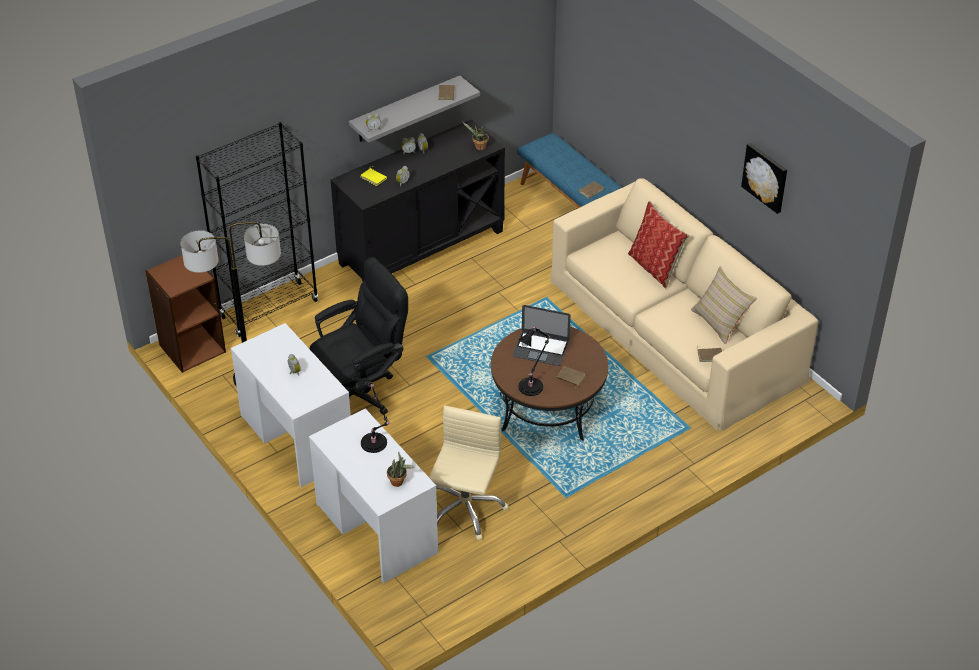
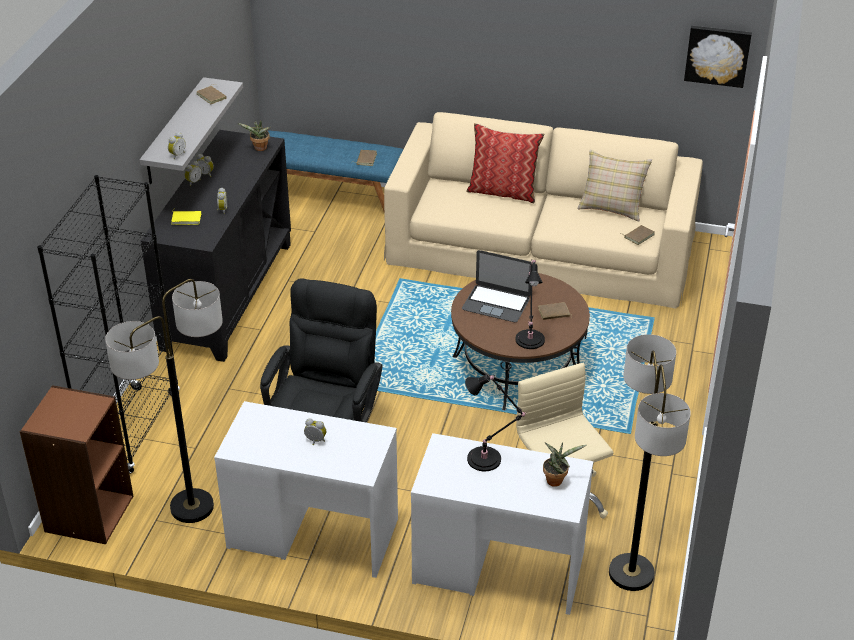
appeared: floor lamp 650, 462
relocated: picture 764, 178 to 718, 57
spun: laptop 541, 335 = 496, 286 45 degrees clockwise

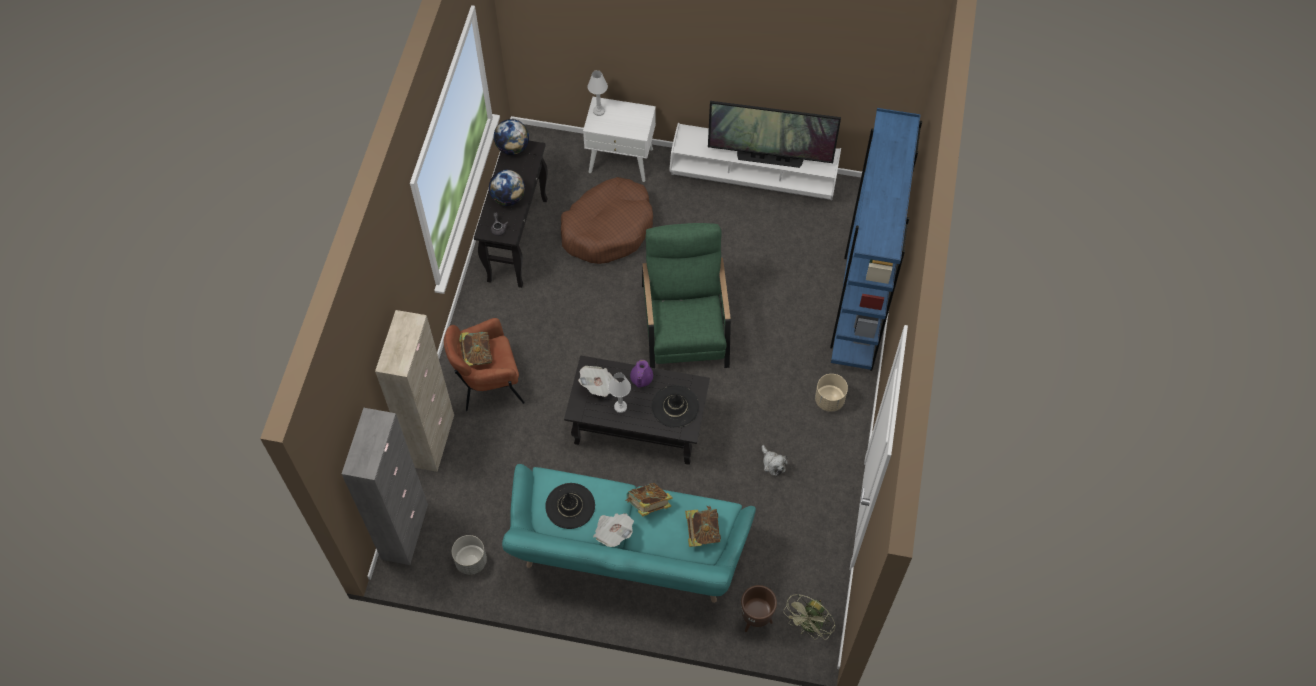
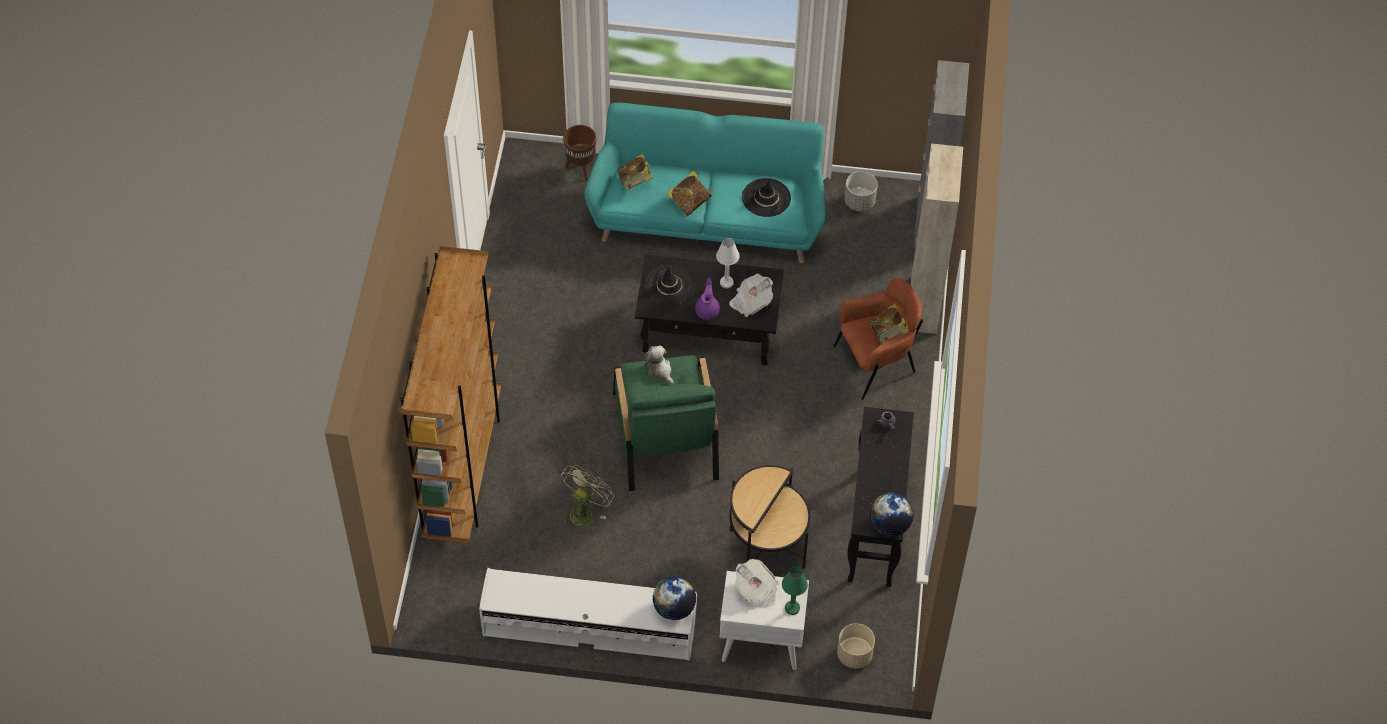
missing: television 774, 134
relocated: globe 507, 188 to 674, 598; beige planter 831, 393 to 856, 645; plush toy 775, 460 to 659, 365; newspaper 613, 530 to 757, 582; green fan 809, 617 to 587, 496
exchanged: brown dog bed 607, 220 to side table 769, 517
colour: white table lamp 598, 93 to green table lamp 795, 591; blue bookcase 876, 239 to brown bookcase 451, 394

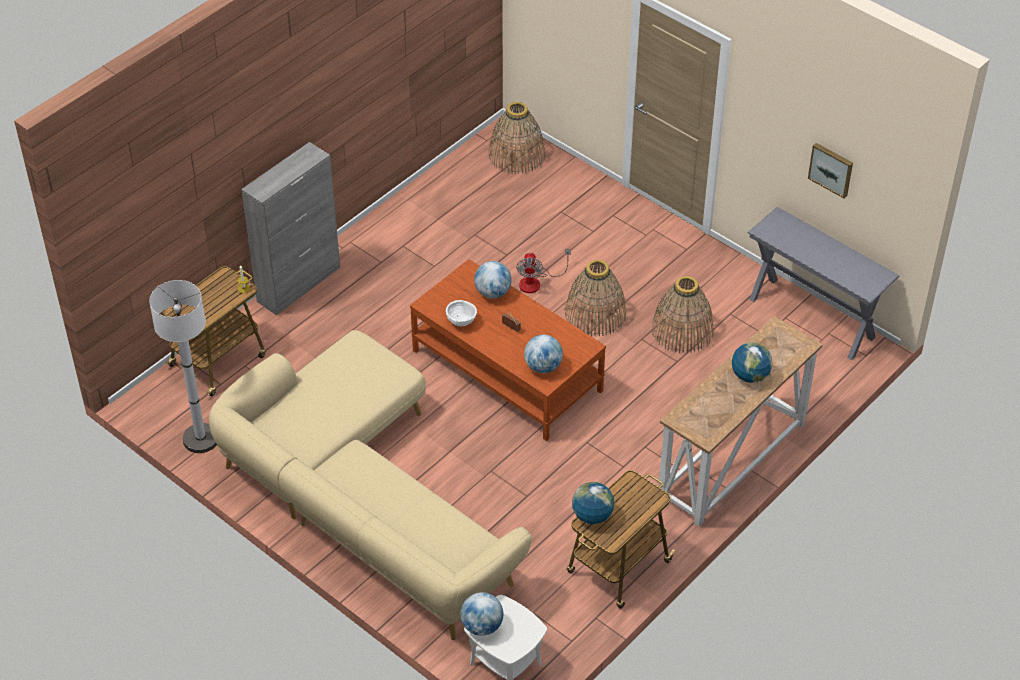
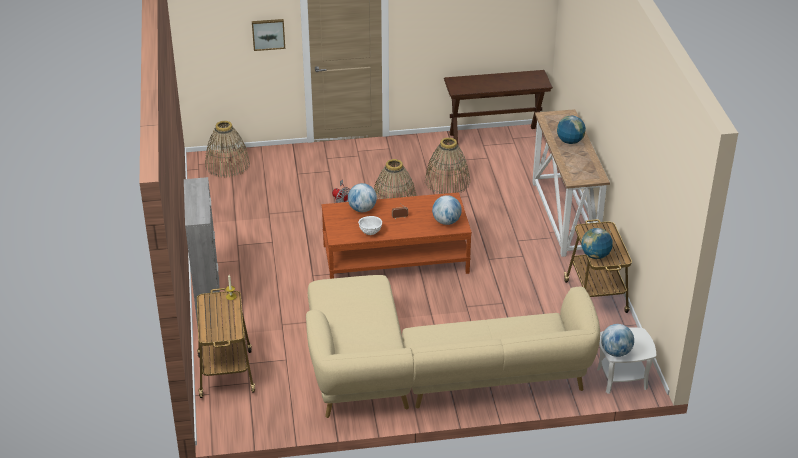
missing: white floor lamp 183, 366
relocated: picture 830, 170 to 268, 35
colour: grey console table 823, 284 to brown console table 498, 107

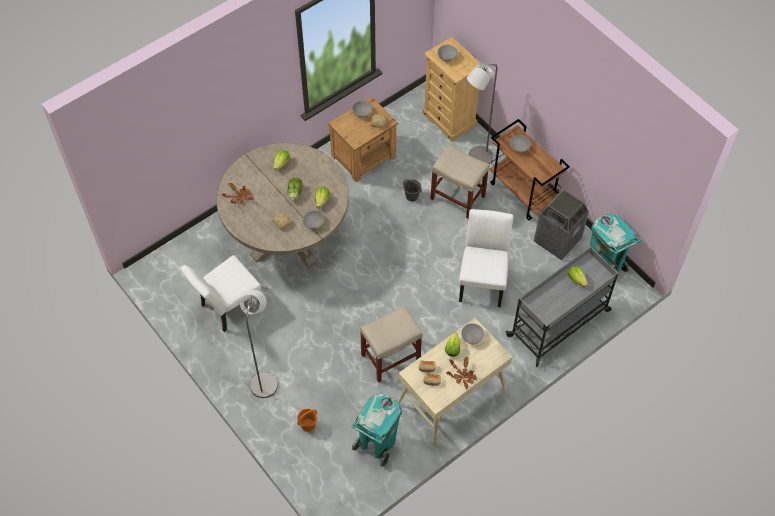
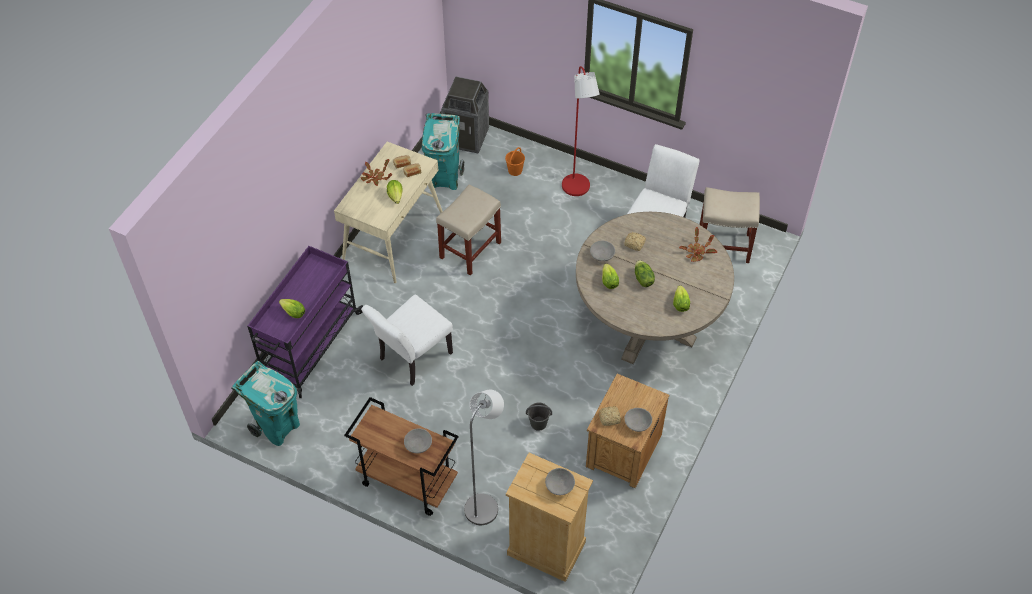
missing: grey bowl 472, 333
relocated: beige stool 460, 182 to 729, 225; trash can 561, 224 to 465, 114
colour: grey cart 562, 306 to purple cart 305, 322; grey floor lamp 259, 344 to red floor lamp 580, 131
spun: white chair 486, 258 = 407, 340 60 degrees clockwise

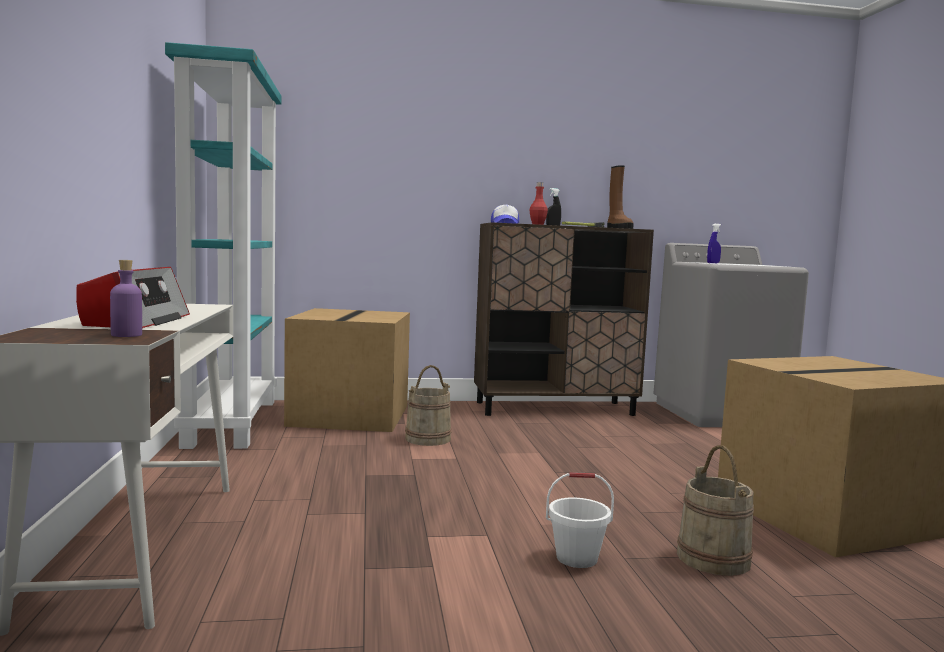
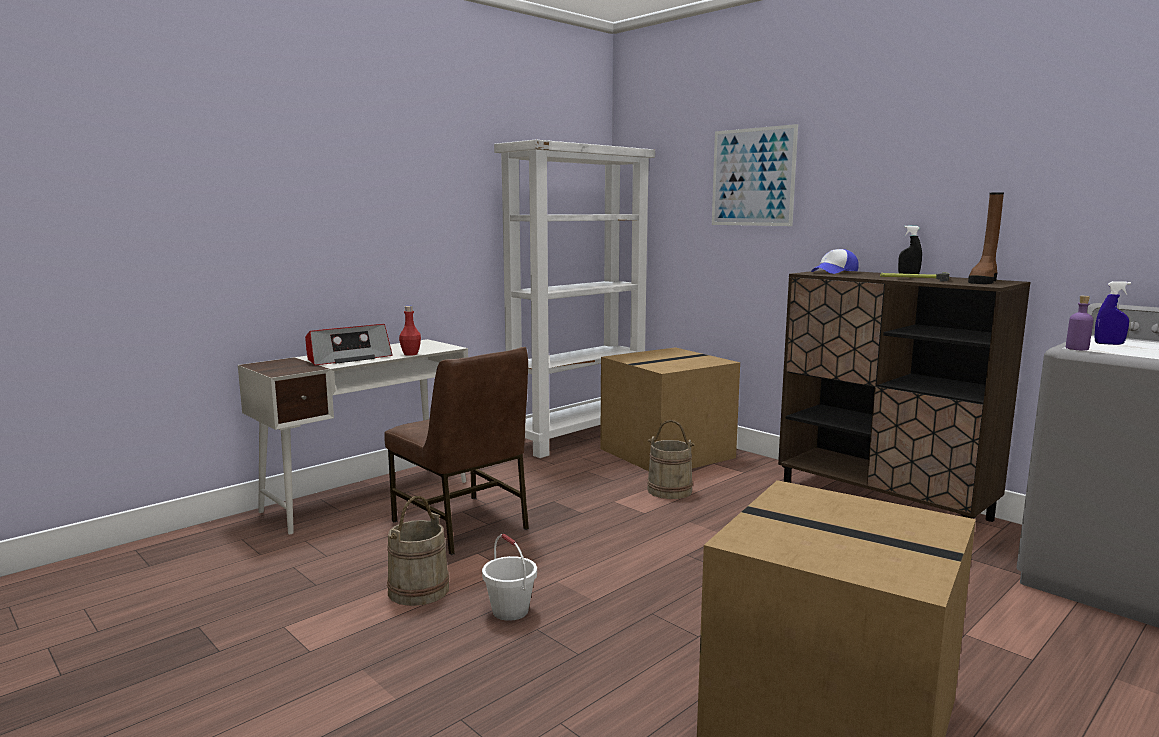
appeared: picture 755, 175; brown chair 456, 451
relocated: red bottle 539, 203 to 410, 331; purple bottle 126, 298 to 1079, 323; beige bucket 715, 510 to 418, 551
colour: turquoise bookcase 223, 245 to white bookcase 574, 299

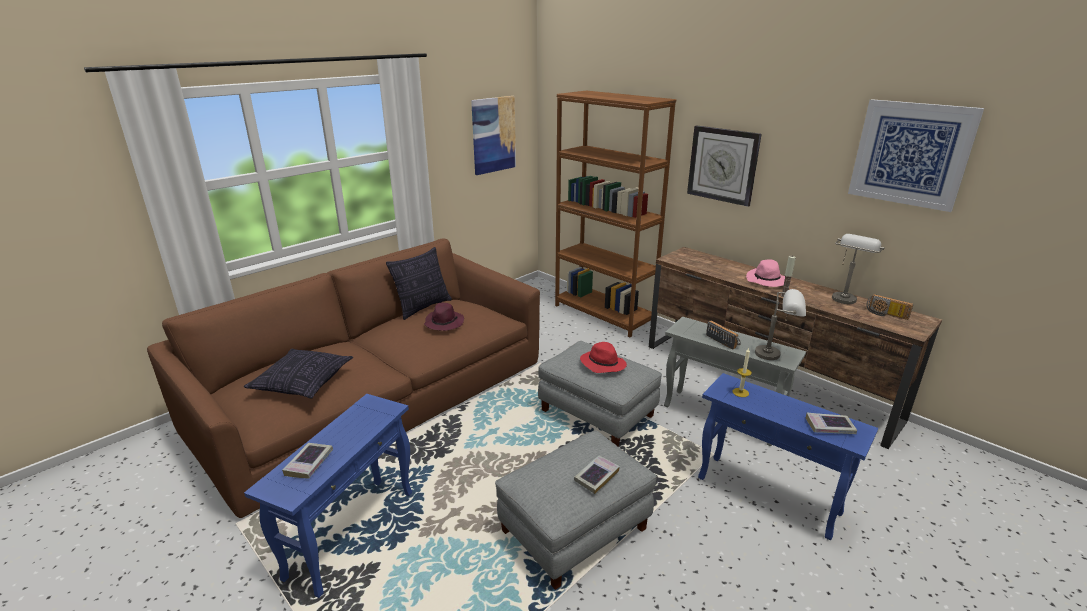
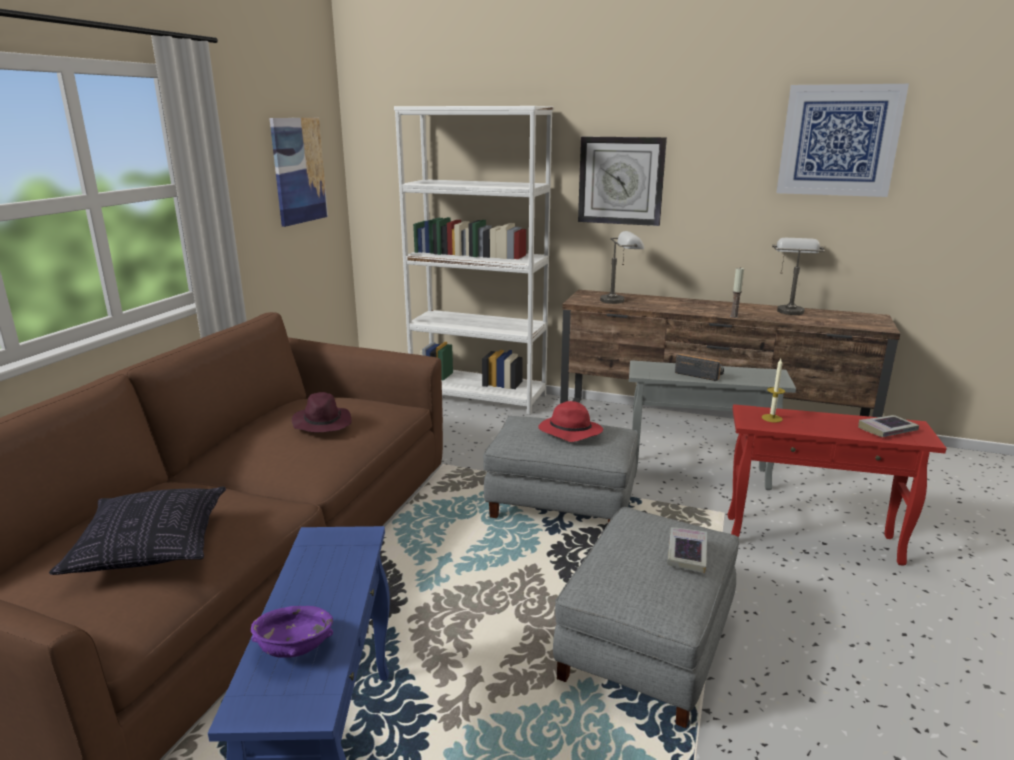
missing: pillow 419, 283; pink hat 765, 273; radio 889, 307
relocated: grey table lamp 780, 324 to 622, 267
exchanged: book 307, 461 to purple bowl 292, 632
colour: brown bookcase 616, 214 to white bookcase 473, 260; blue side table 788, 456 to red side table 837, 485

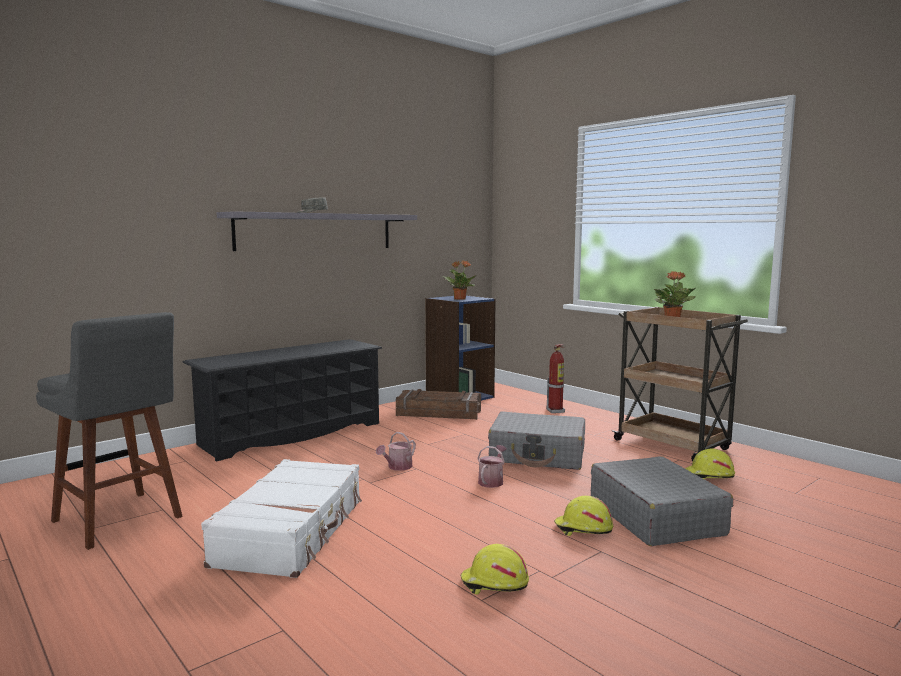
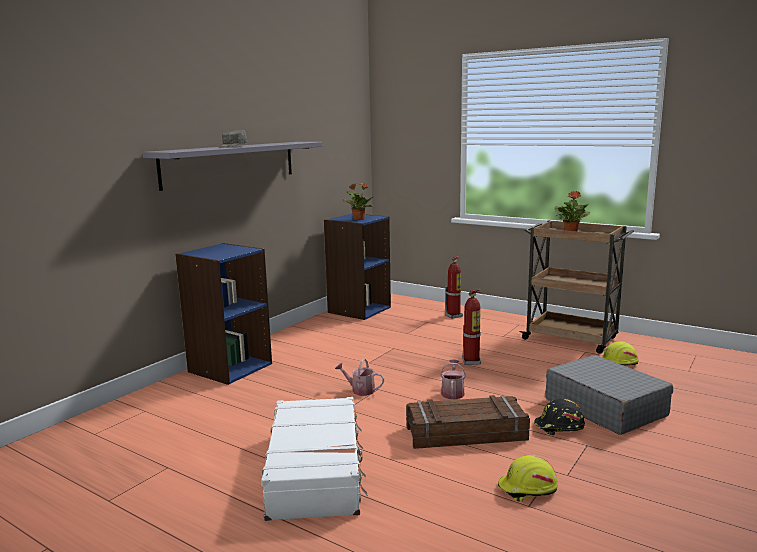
missing: grey stool 109, 431
relocated: crate 438, 404 to 468, 422
exchanged: black shoe rack 282, 400 to blue bookcase 223, 314; grey suitcase 536, 440 to fire extinguisher 472, 327
colour: yellow hard hat 583, 516 to black hard hat 559, 417
spun: watering can 396, 451 = 359, 377 90 degrees clockwise

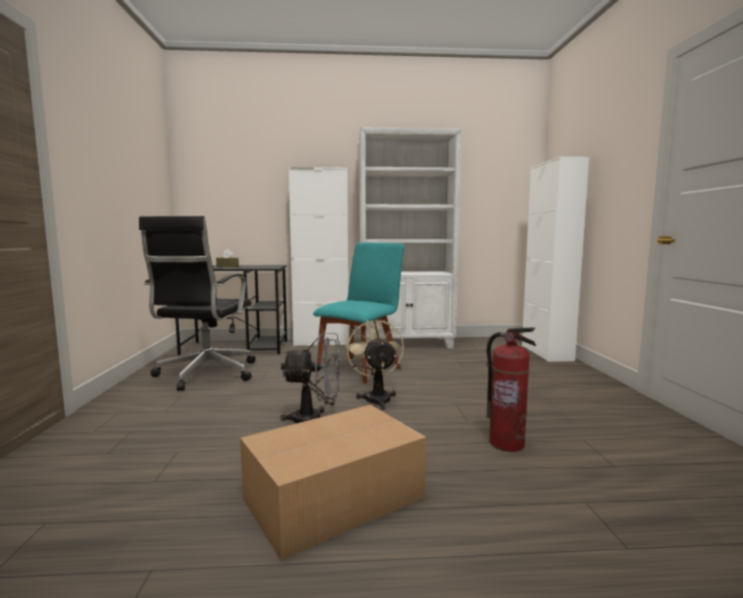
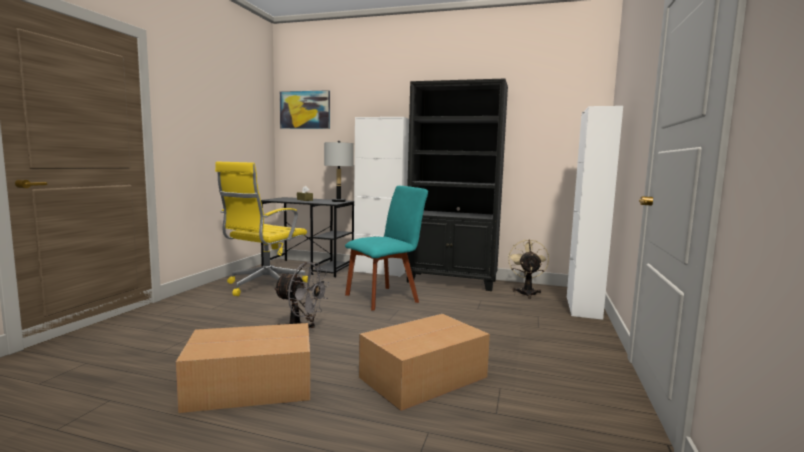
appeared: picture 305, 109; grey table lamp 339, 171
relocated: beige fan 374, 365 to 528, 269
exchanged: fire extinguisher 511, 389 to cardboard box 424, 362
colour: white bookcase 410, 238 to black bookcase 456, 184; black office chair 197, 303 to yellow office chair 261, 228

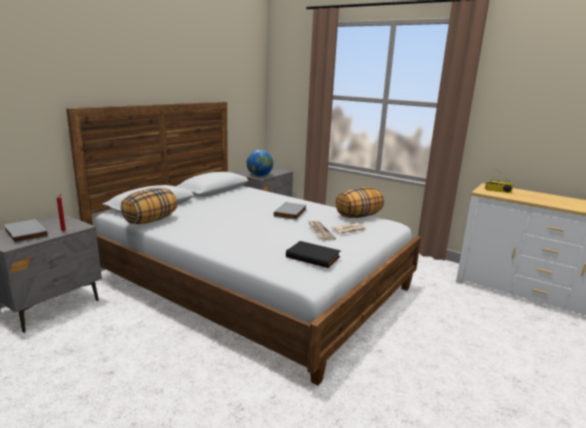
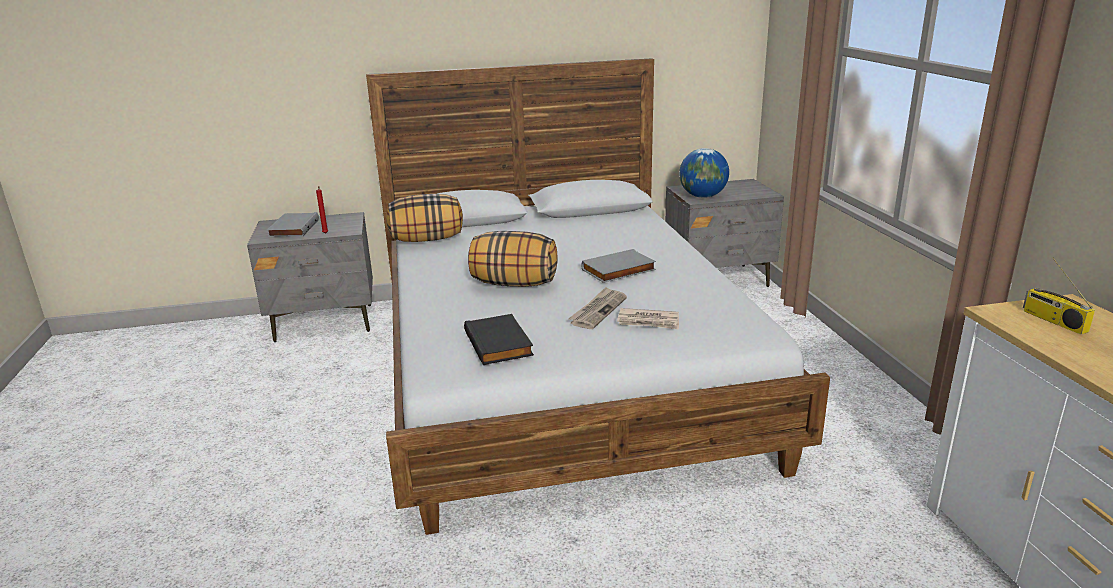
relocated: pillow 360, 202 to 513, 259

